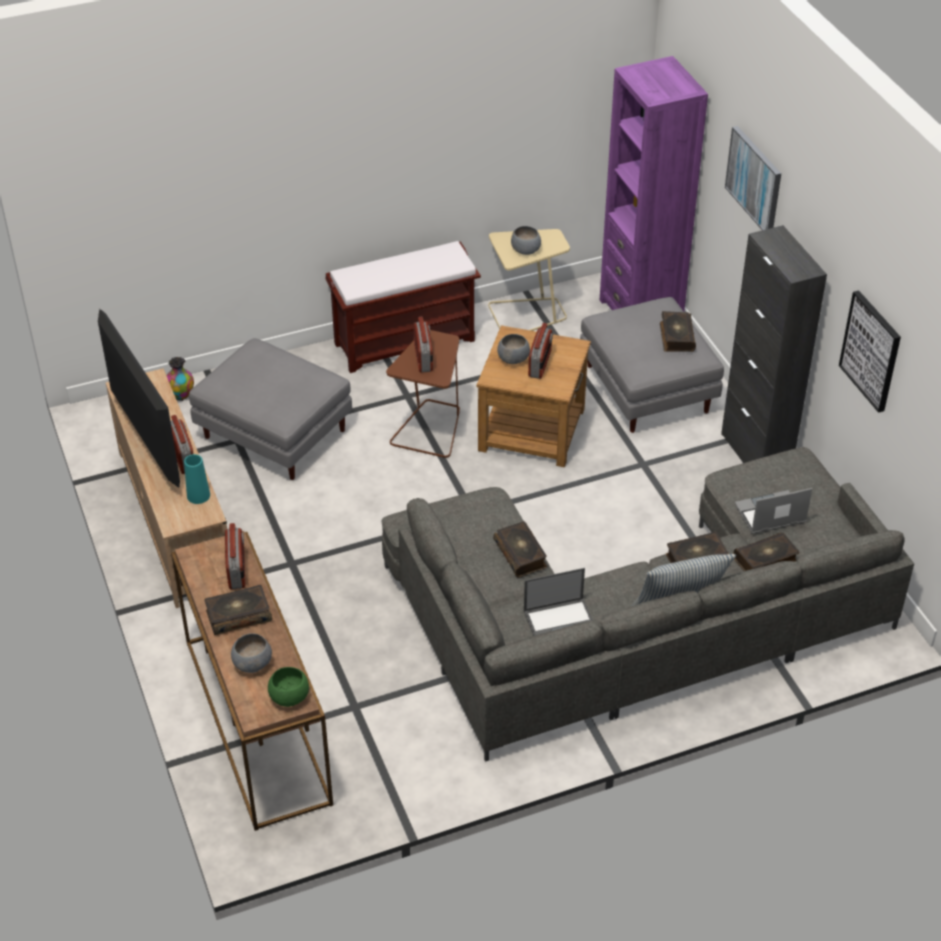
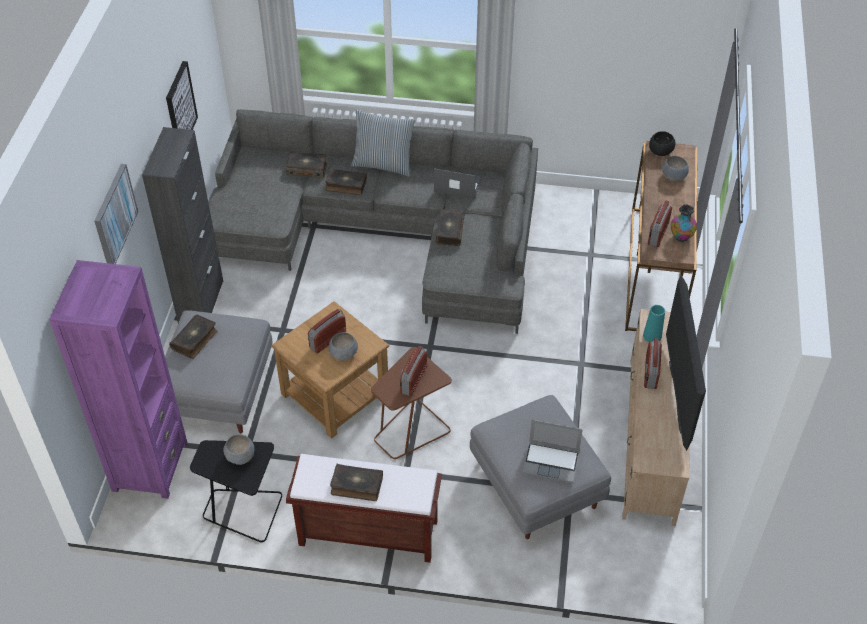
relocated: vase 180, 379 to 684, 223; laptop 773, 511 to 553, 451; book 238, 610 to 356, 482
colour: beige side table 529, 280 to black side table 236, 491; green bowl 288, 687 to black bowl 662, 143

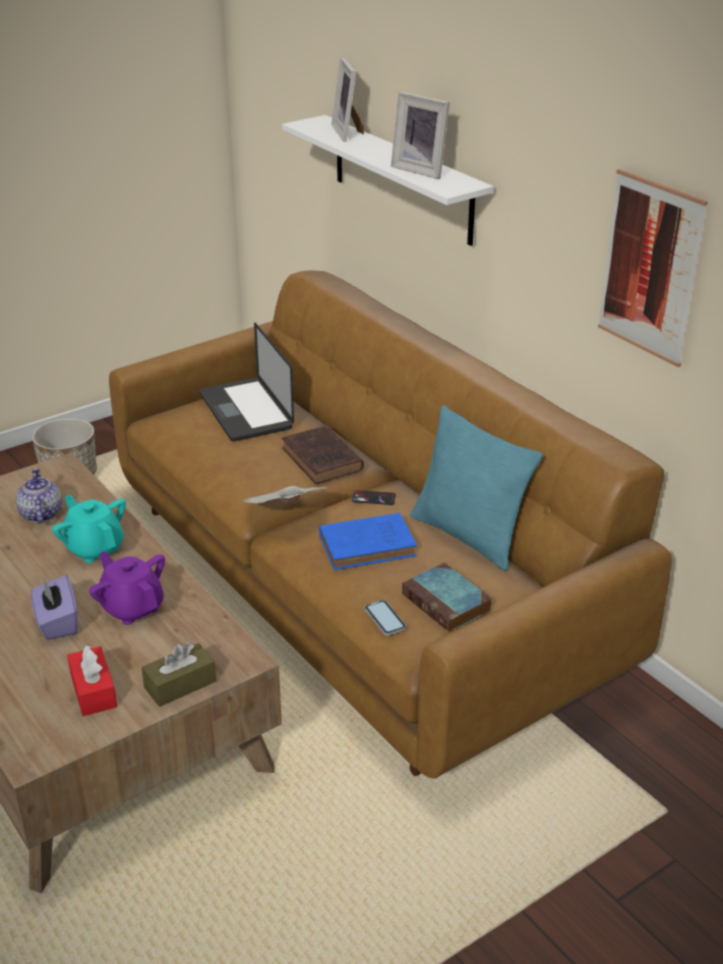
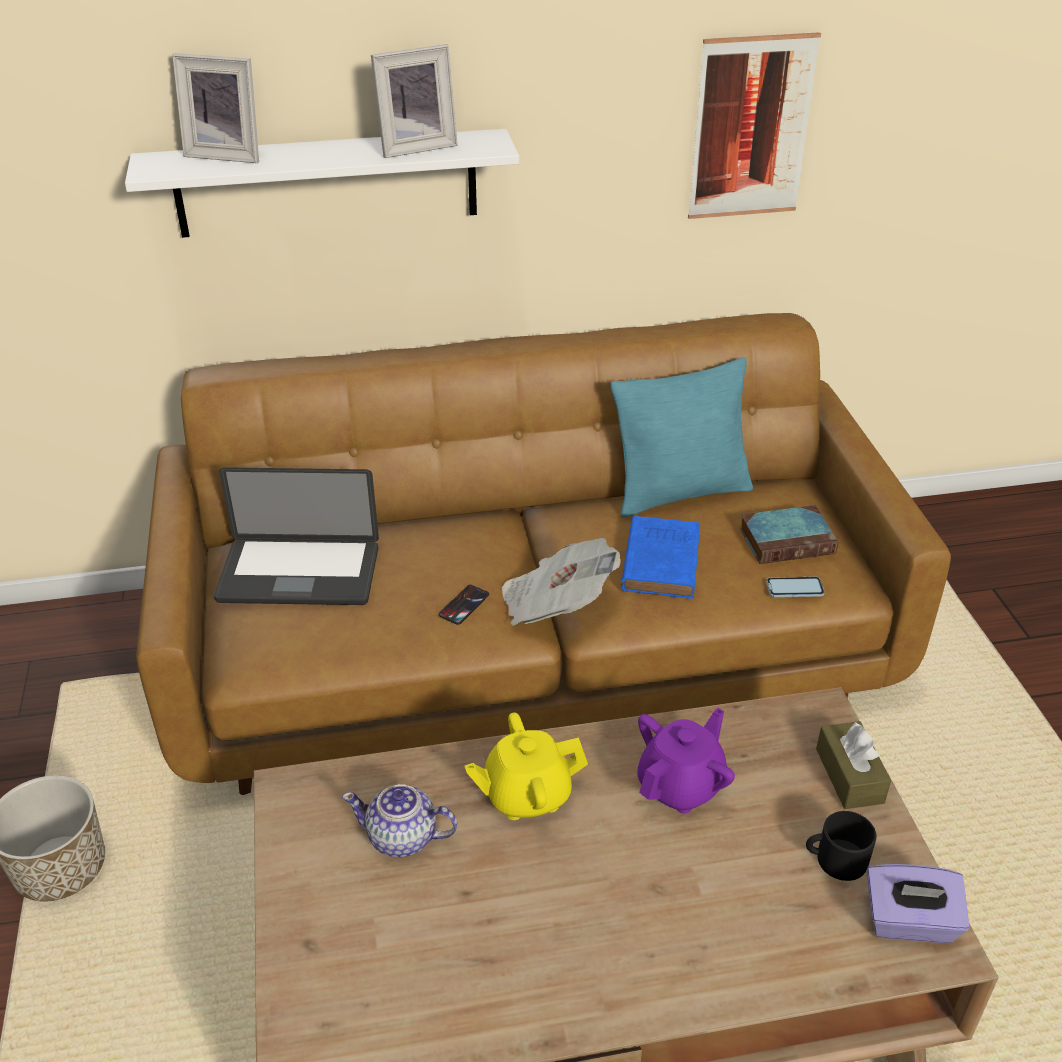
missing: brown book 323, 454
relocated: phone 374, 497 to 464, 605; purple tissue box 54, 607 to 918, 903
exchanged: red tissue box 92, 680 to black mug 841, 846
colour: turquoise teapot 89, 529 to yellow teapot 526, 766
spun: purple teapot 127, 588 = 686, 761 150 degrees clockwise

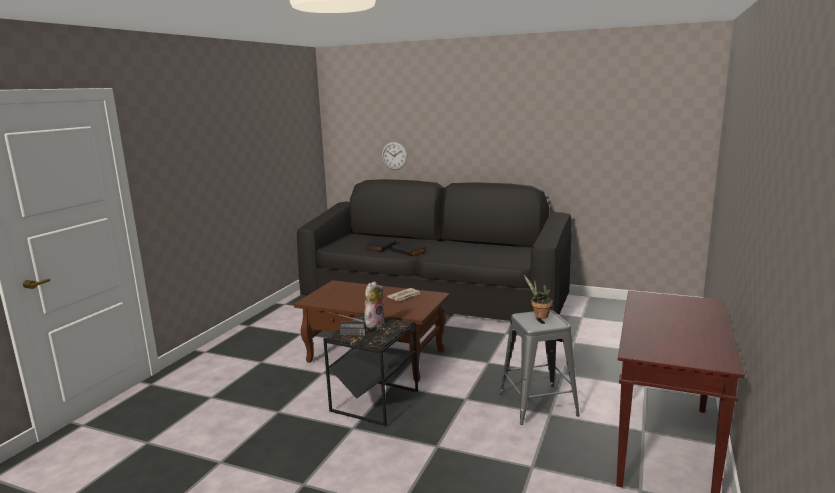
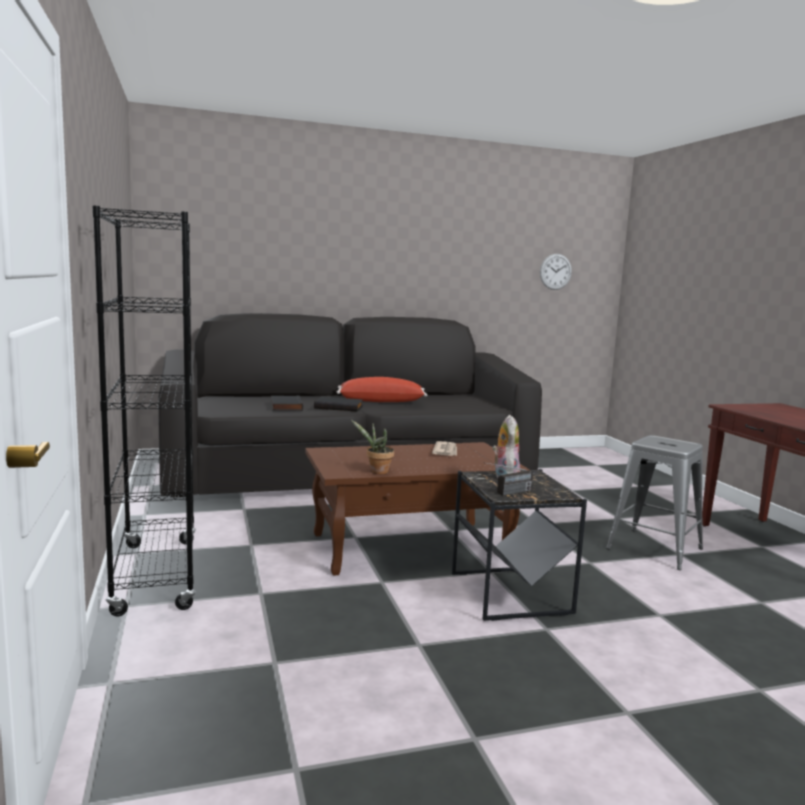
appeared: black bookcase 144, 411; red pillow 382, 389
relocated: wall clock 394, 156 to 556, 272; potted plant 538, 297 to 372, 447

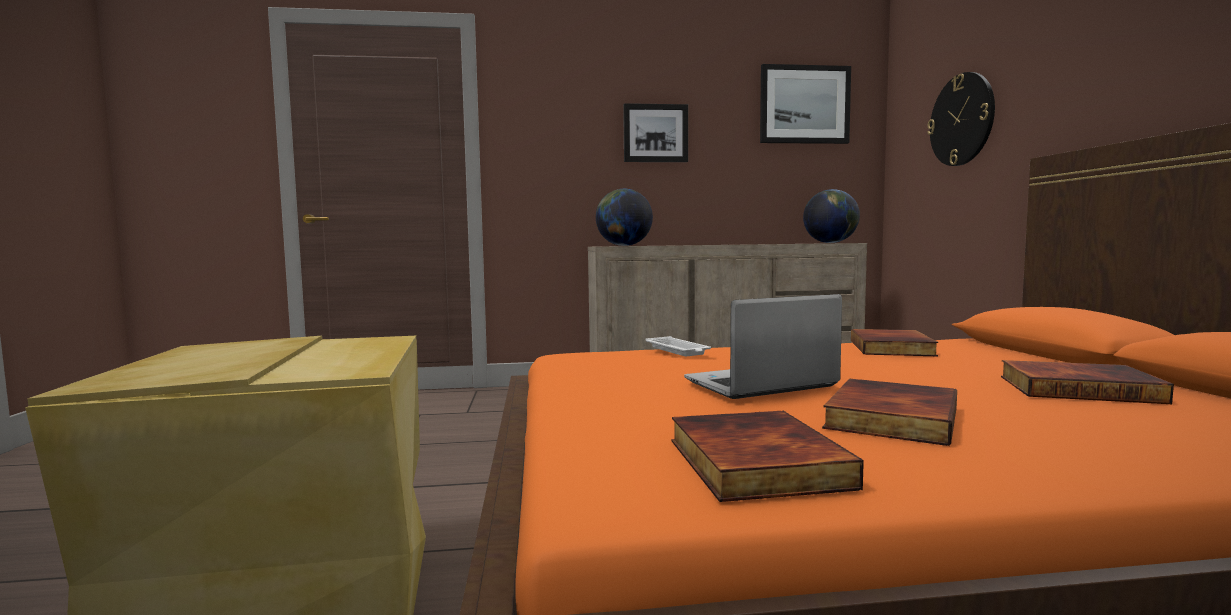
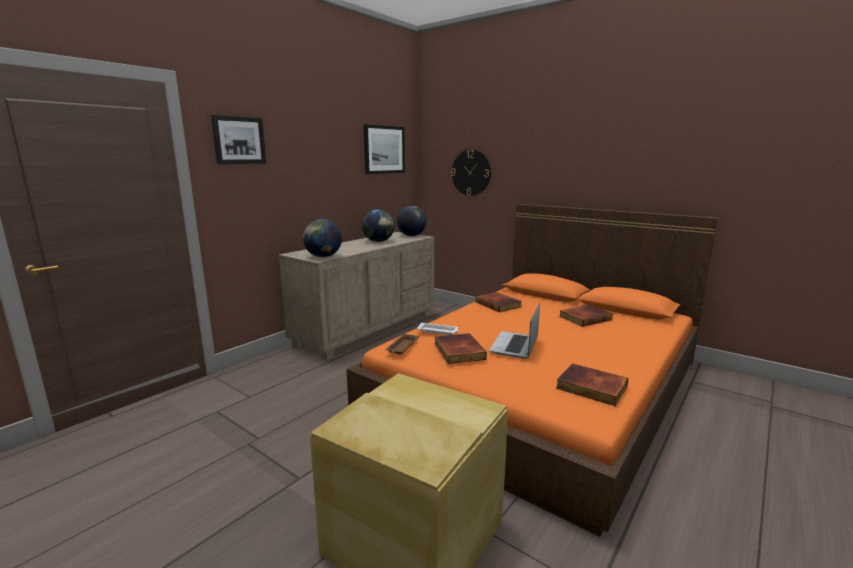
appeared: globe 378, 225; brown tray 402, 344
relocated: picture 655, 132 to 238, 139; book 889, 412 to 460, 348

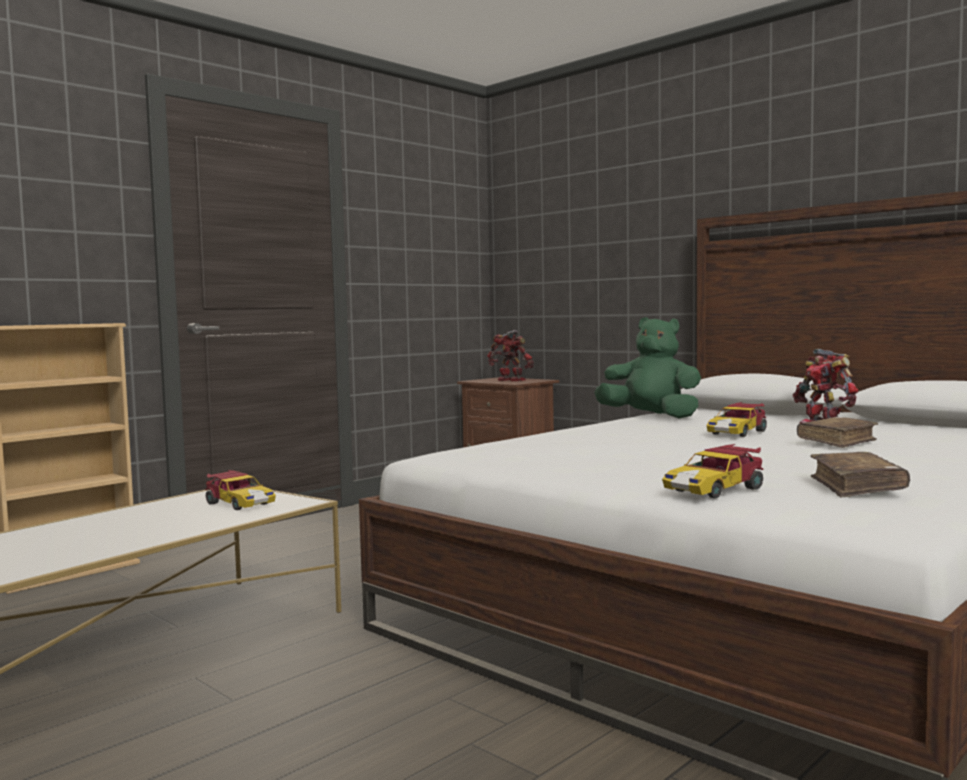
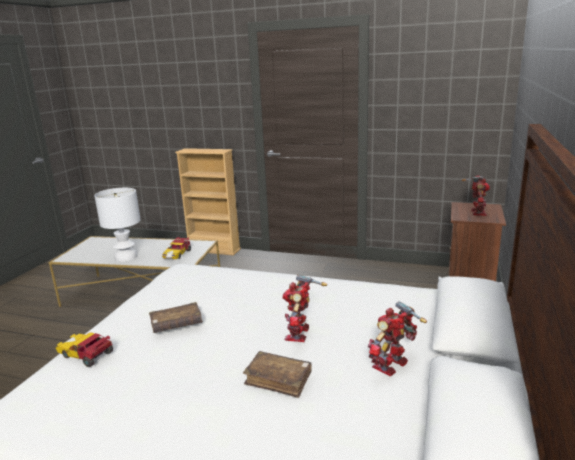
missing: green plush toy 647, 368
appeared: white table lamp 117, 225
relocated: brown book 860, 474 to 176, 317
exchanged: toy car 737, 419 to toy robot 305, 308

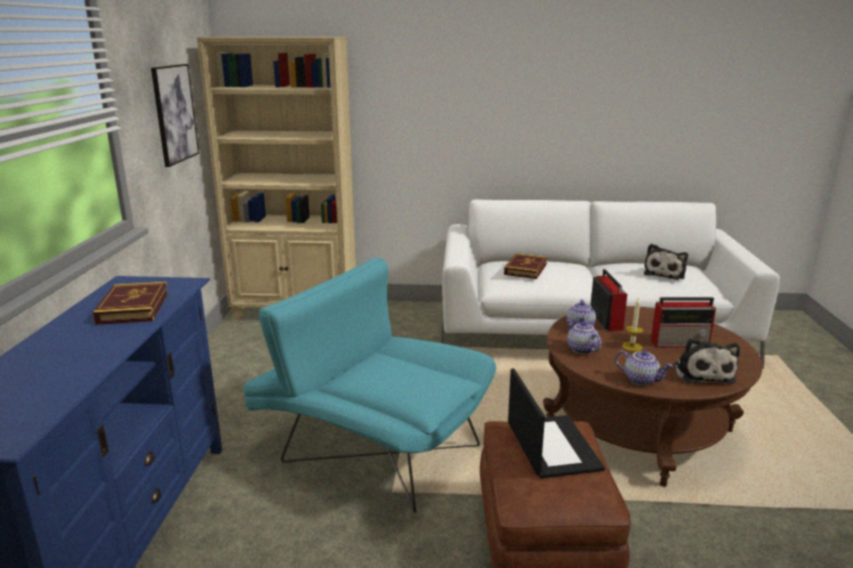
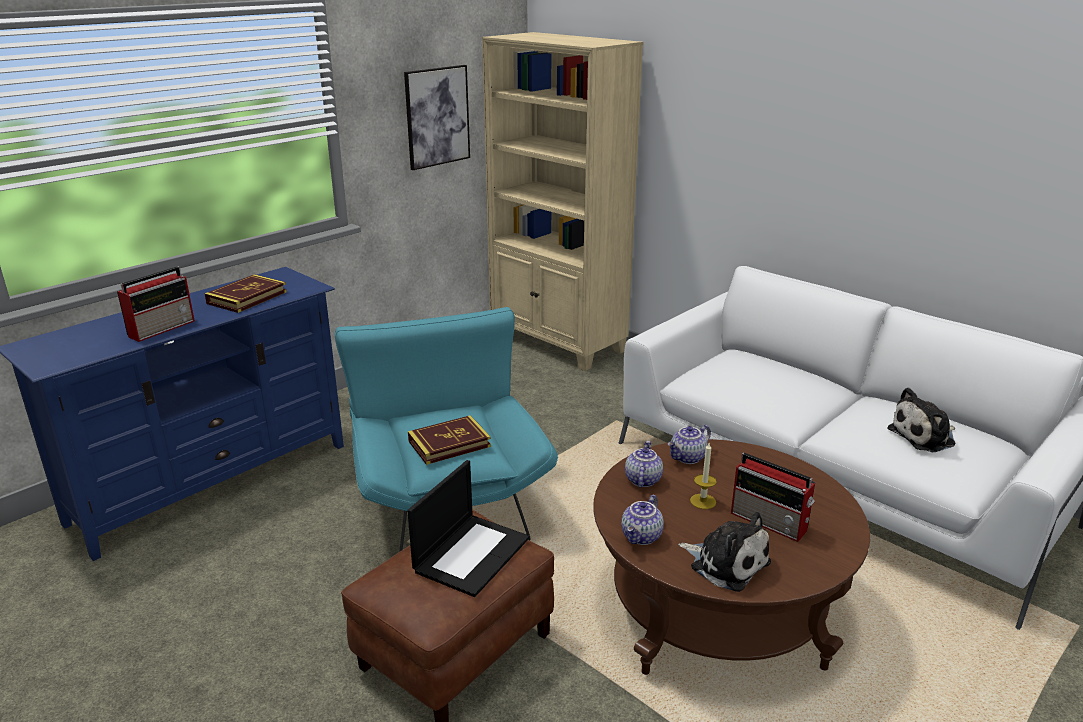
relocated: book 525, 266 to 449, 440; radio 608, 300 to 156, 304
spun: plush toy 707, 361 = 724, 552 90 degrees counterclockwise; teapot 644, 368 = 642, 520 45 degrees clockwise

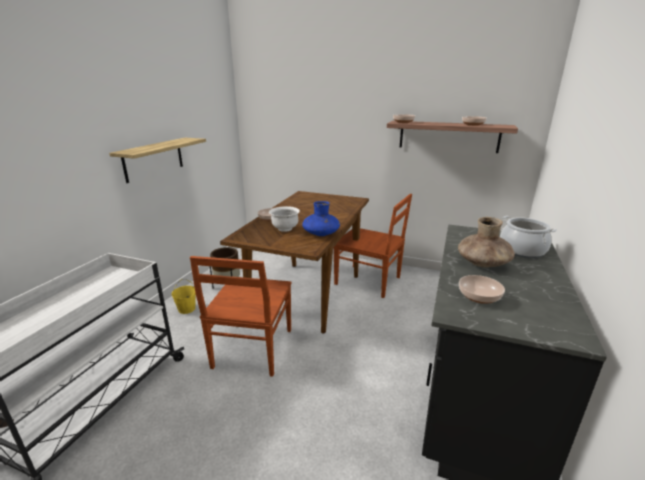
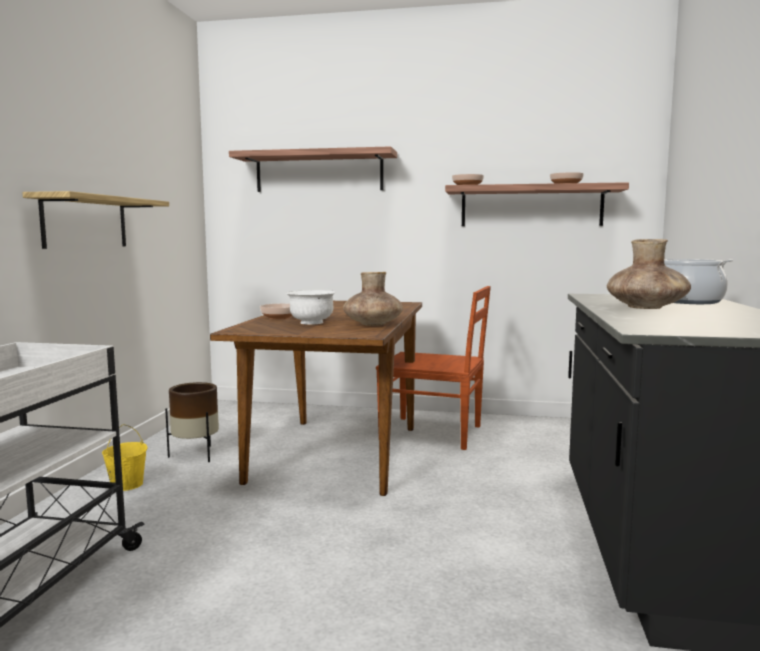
missing: brown chair 241, 316; bowl 482, 289
appeared: shelf 313, 169
colour: blue vase 321, 218 to brown vase 373, 299

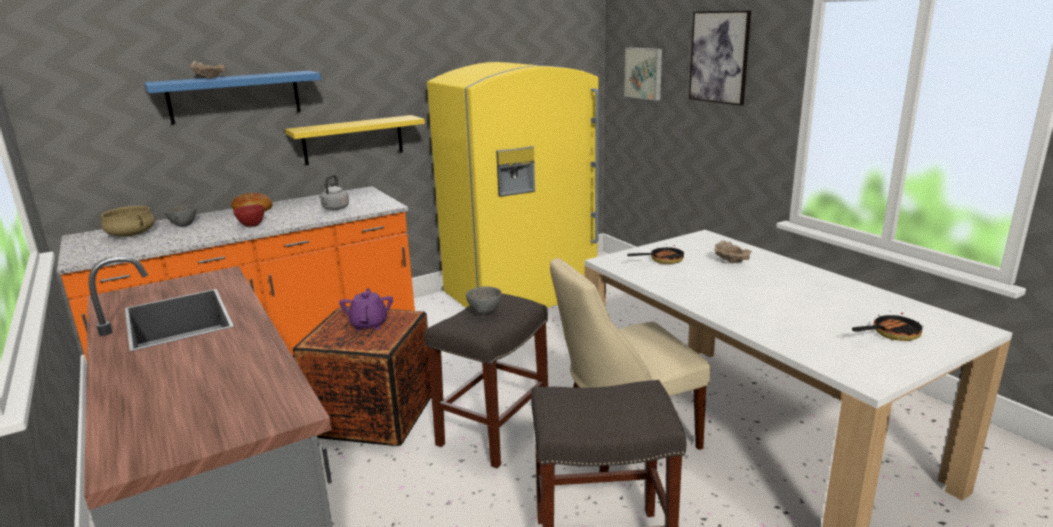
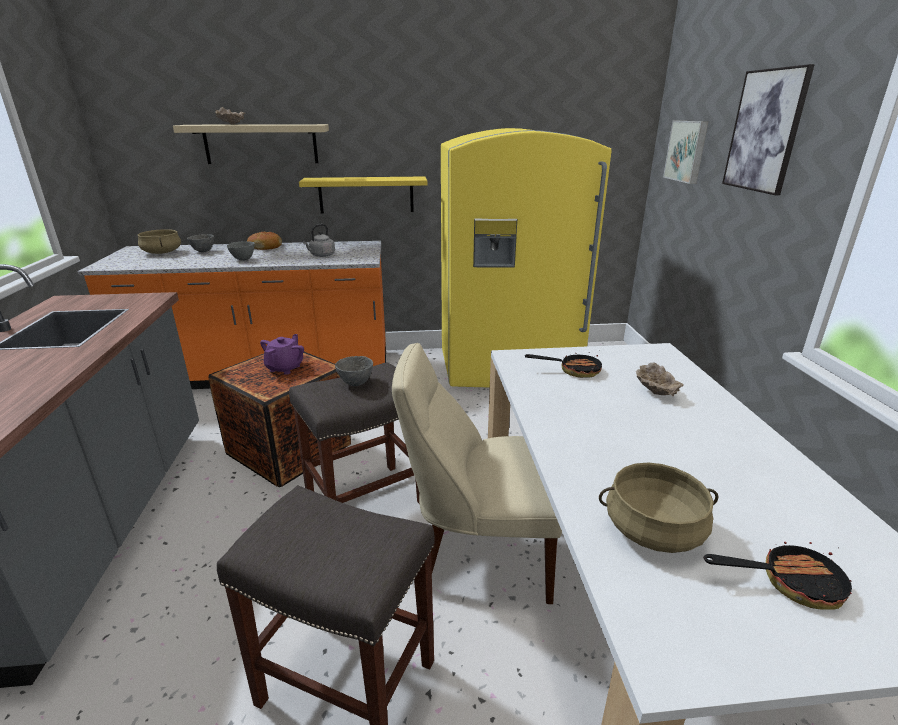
appeared: beige cooking pot 659, 508
colour: blue shelf 232, 98 to beige shelf 251, 144; red bowl 248, 216 to grey bowl 241, 250

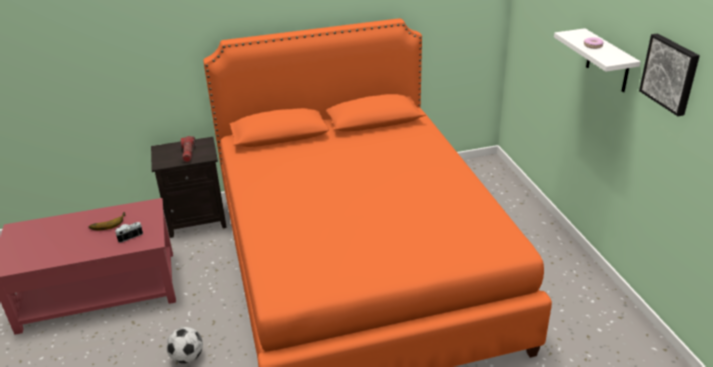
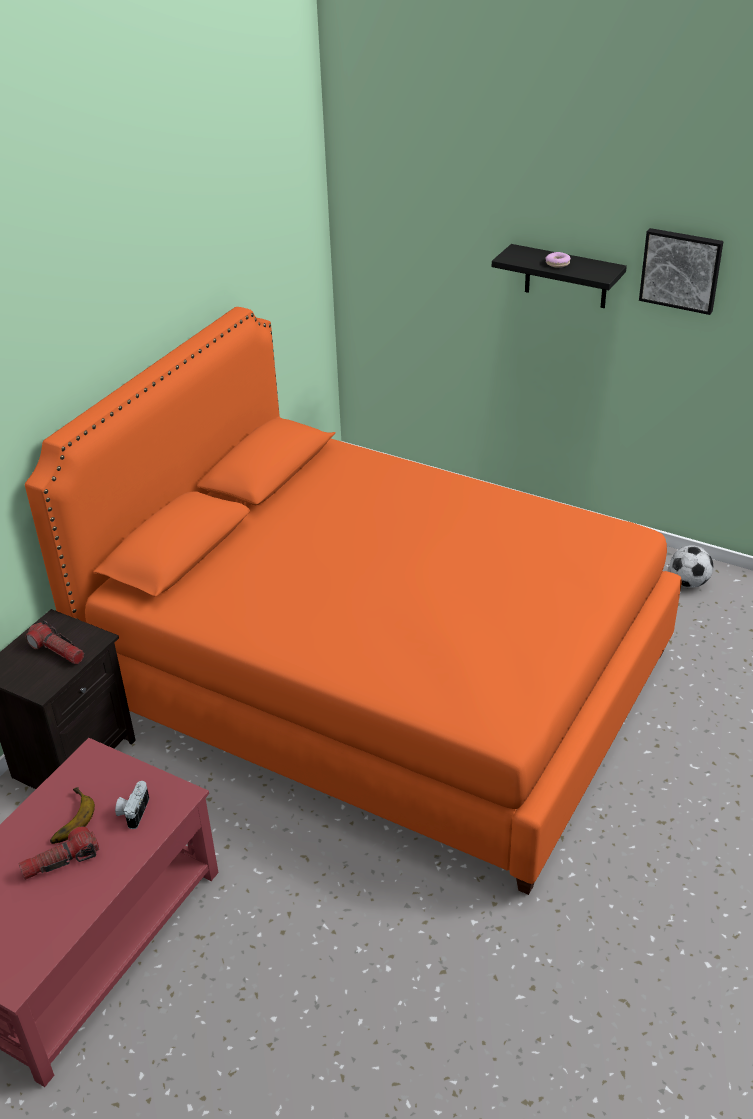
appeared: flashlight 58, 853
relocated: football 184, 345 to 691, 566
colour: white shelf 597, 60 to black shelf 559, 276

